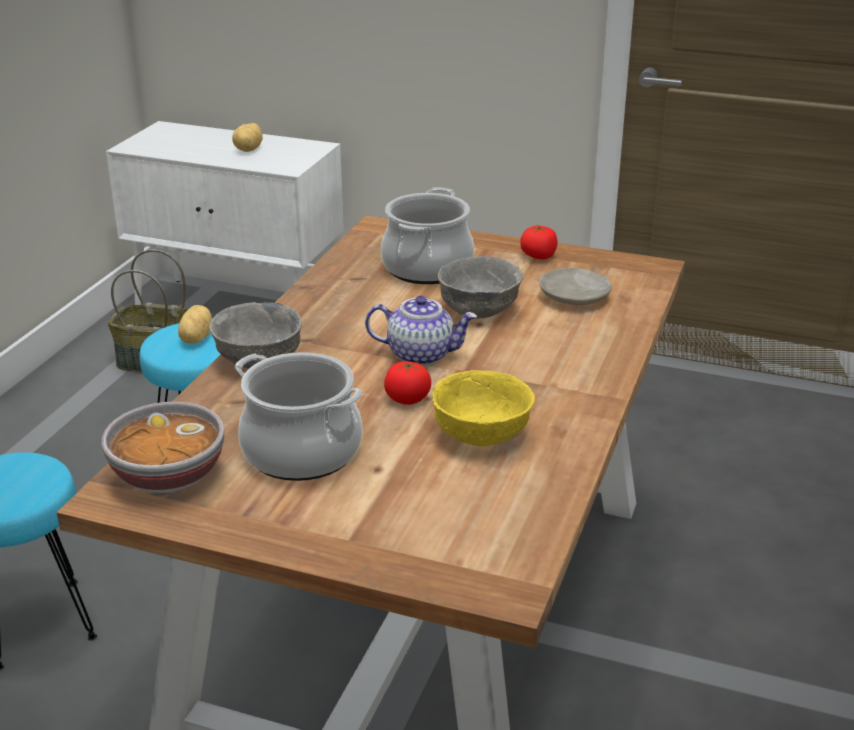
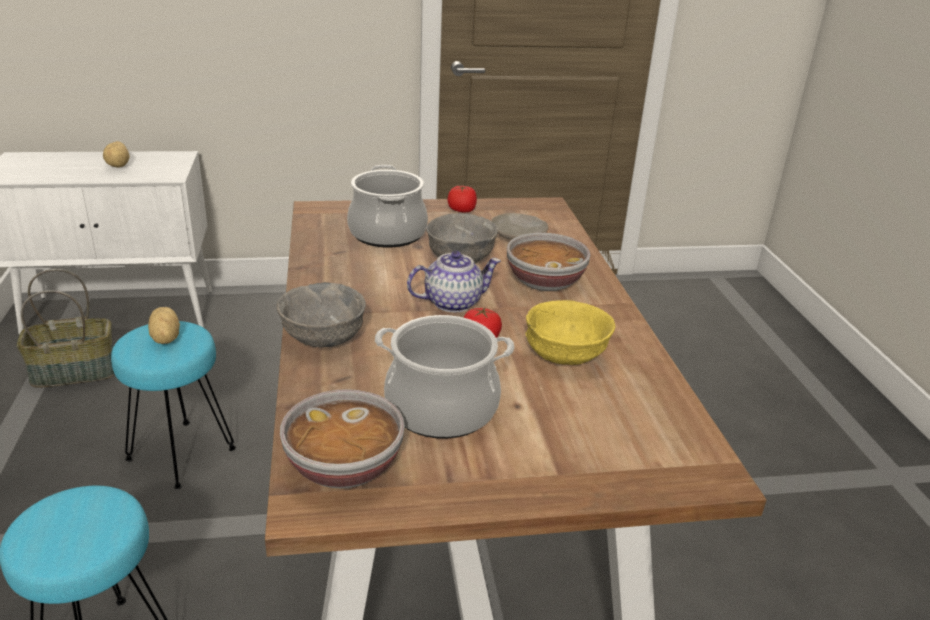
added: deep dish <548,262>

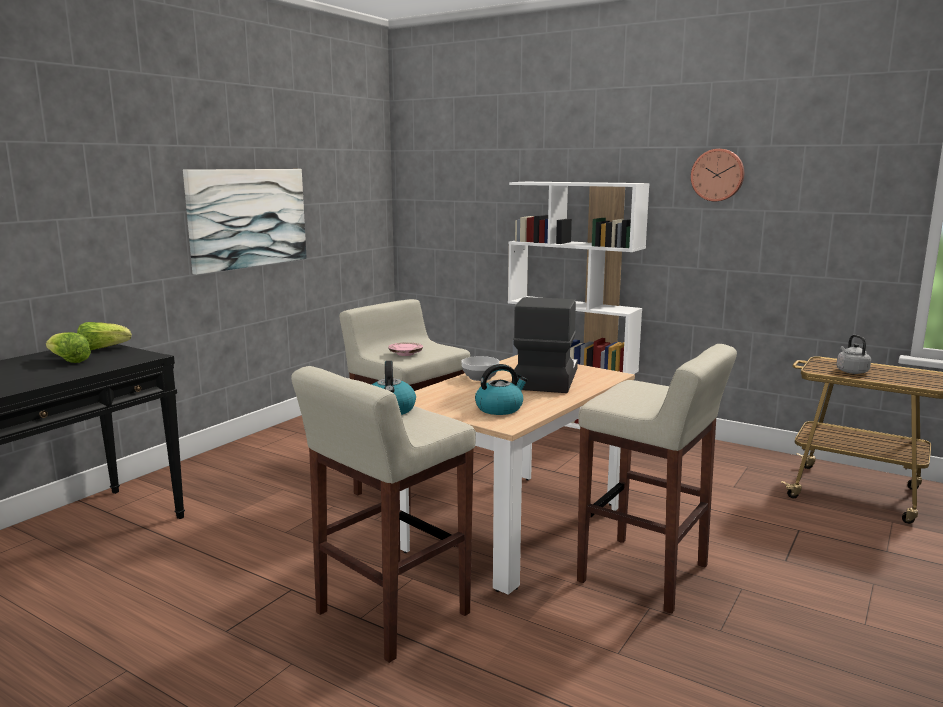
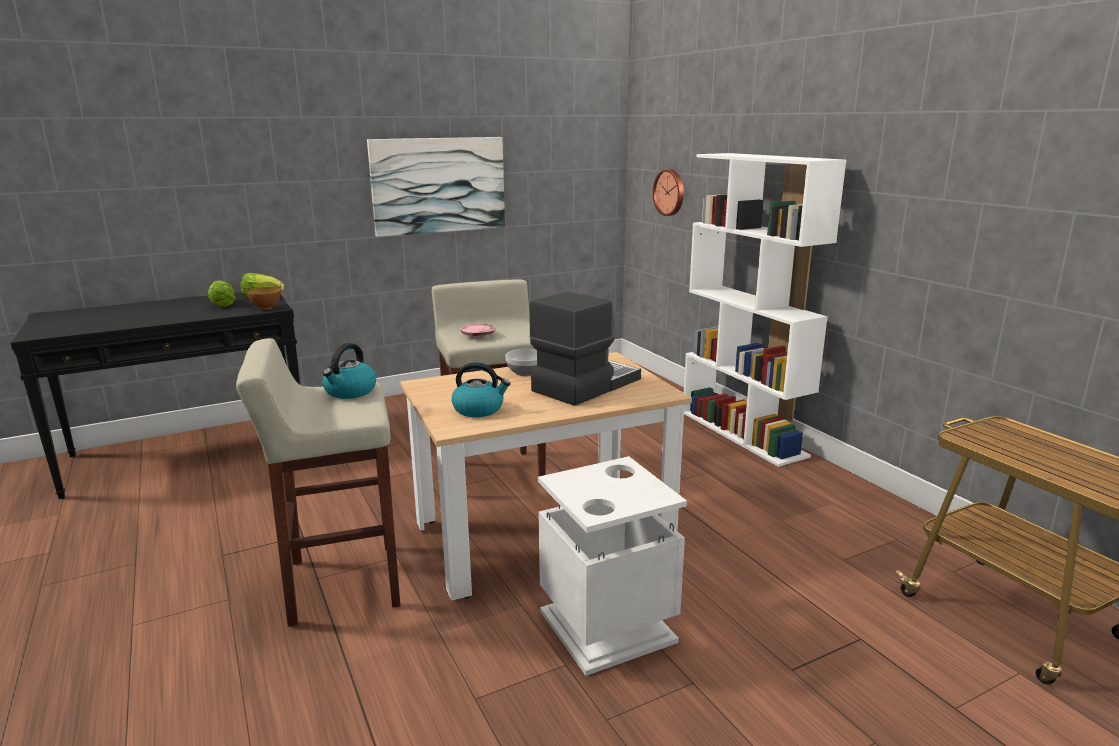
removed: water kettle/gray <853,354>
added: deep dish <264,298>
moved: clock on the wall <717,175> to <668,192>
replaced: stool seat/beige <657,478> to trash can/white-coloured <612,566>

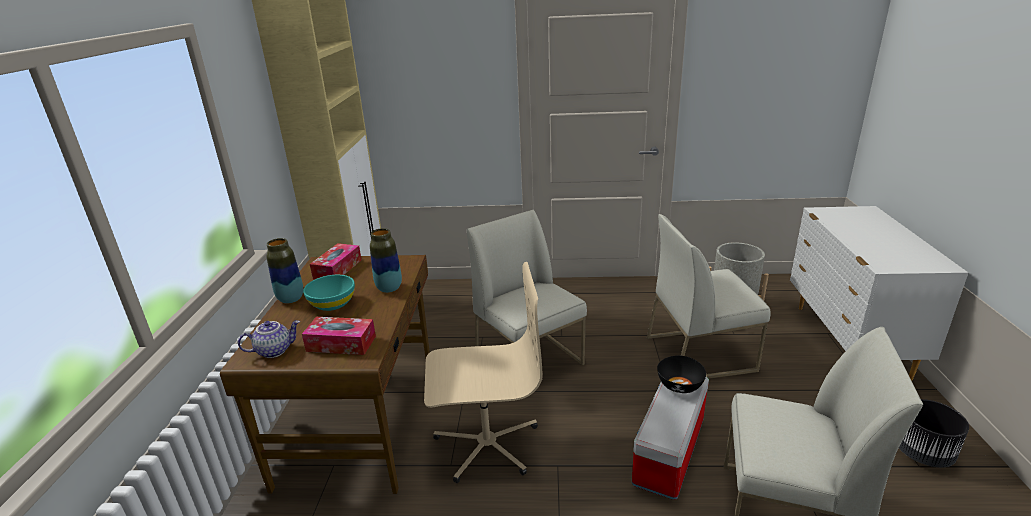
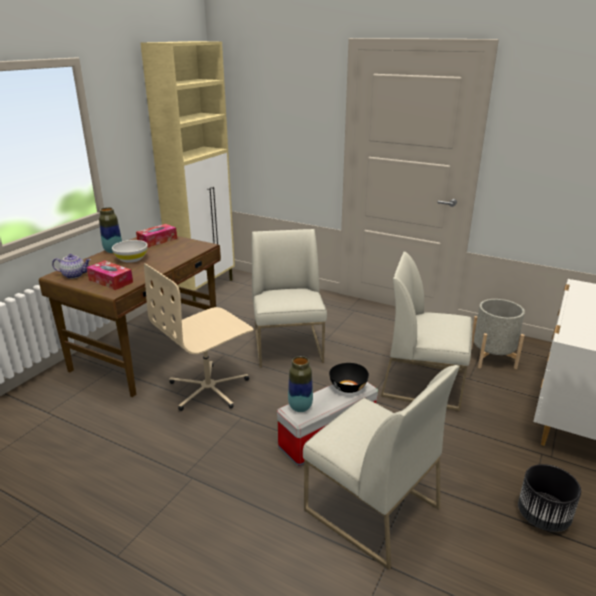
moved: flower vase <386,260> to <300,384>
recoloured: deep dish/blue-green <329,293> to deep dish/white-coloured <130,251>
turned: desk chair/beige <483,372> = <198,337> 120 degrees clockwise

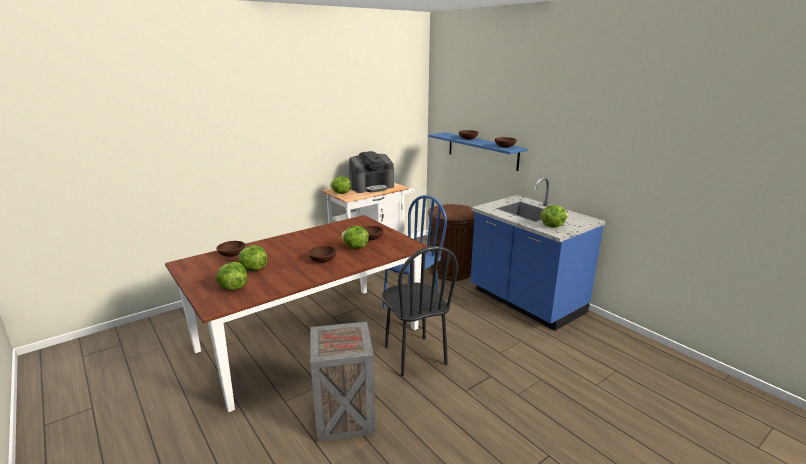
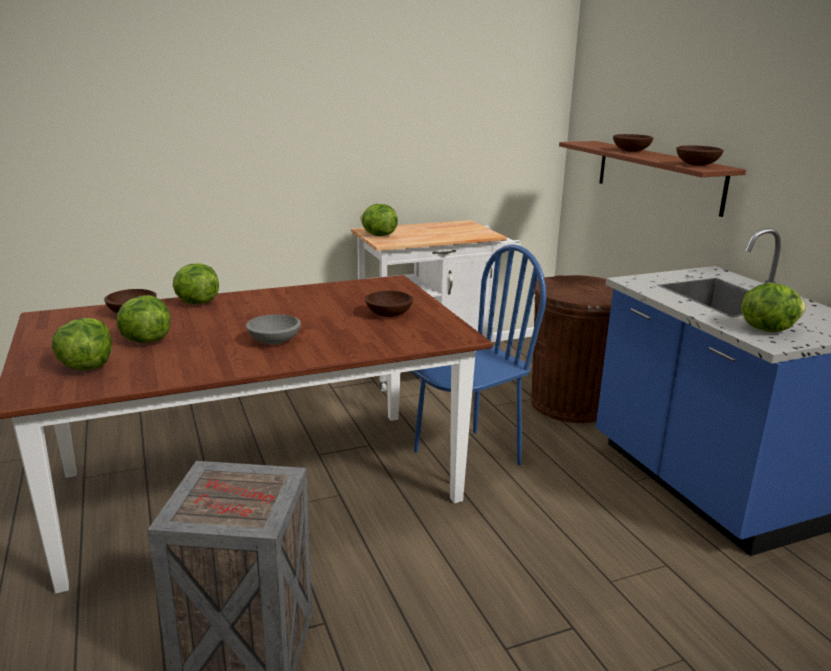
removed: coffee maker <371,172>; upright chair/black-coloured <420,311>
moved: head of lettuce <355,237> to <196,283>
recoloured: bracket shelf/bluish <478,151> to bracket shelf/brownish <652,179>; deep dish/brownish <322,254> to deep dish/gray <273,329>

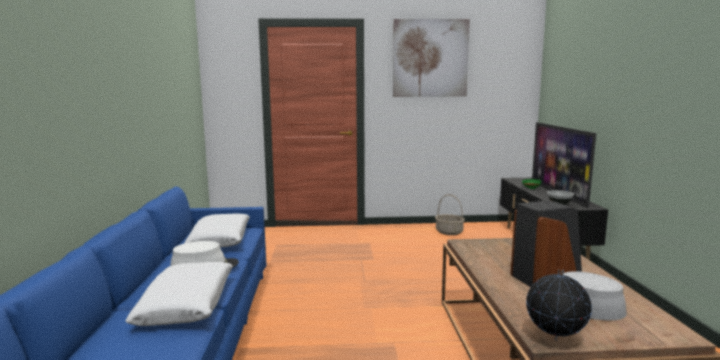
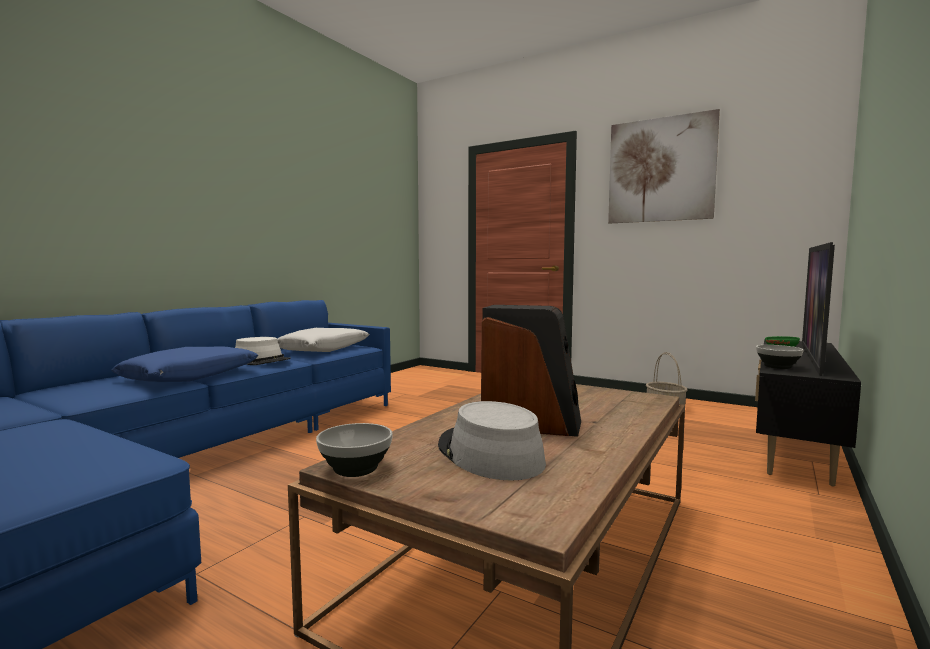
replaced: desk globe <559,305> to deep dish <354,450>
recoloured: throw pillow/white-coloured <179,294> to throw pillow/bluish <185,364>

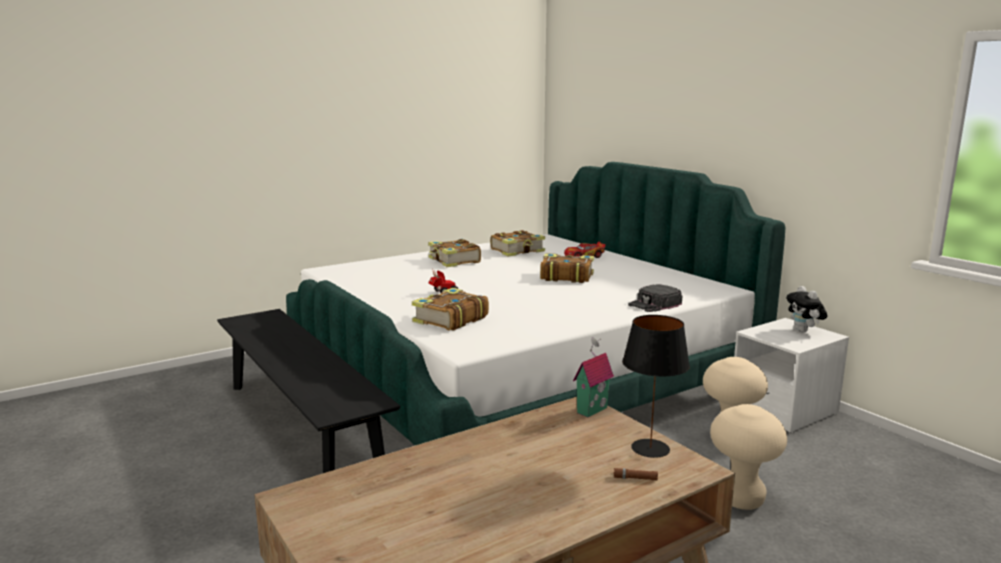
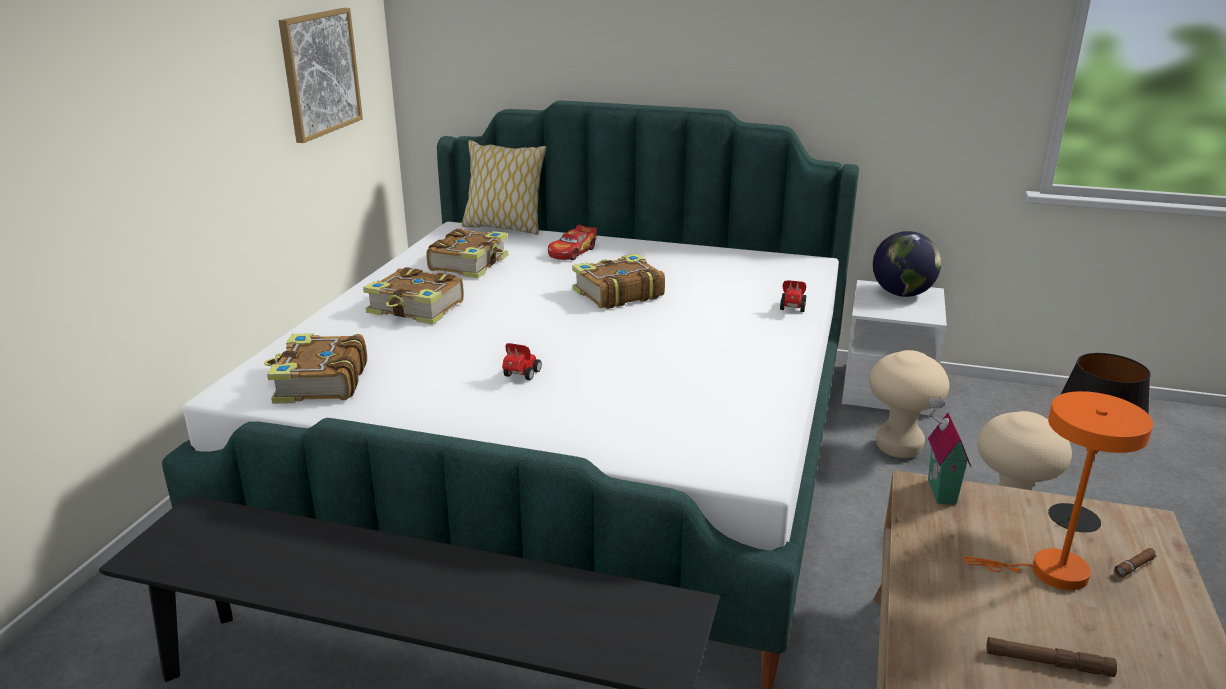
added: picture <321,75>; throw pillow <504,187>; table lamp/orange <1058,490>; hand torch/brownish <1051,657>
moved: bound book <450,309> to <315,368>
replaced: peaked cap/black-coloured <655,298> to model car <793,296>; soft toy <806,309> to desk globe <907,264>

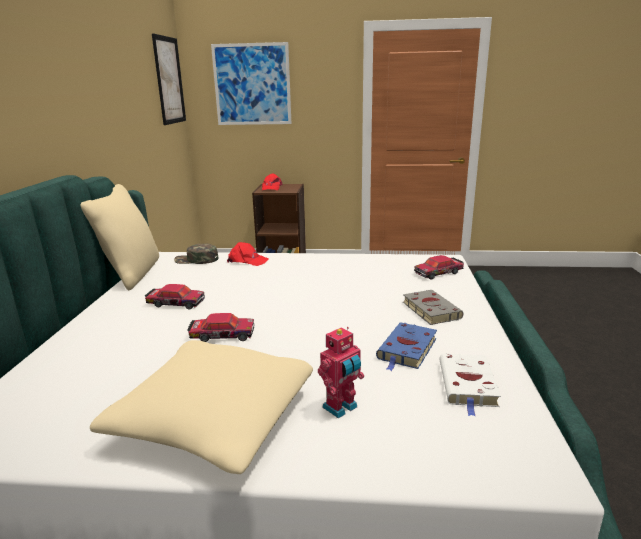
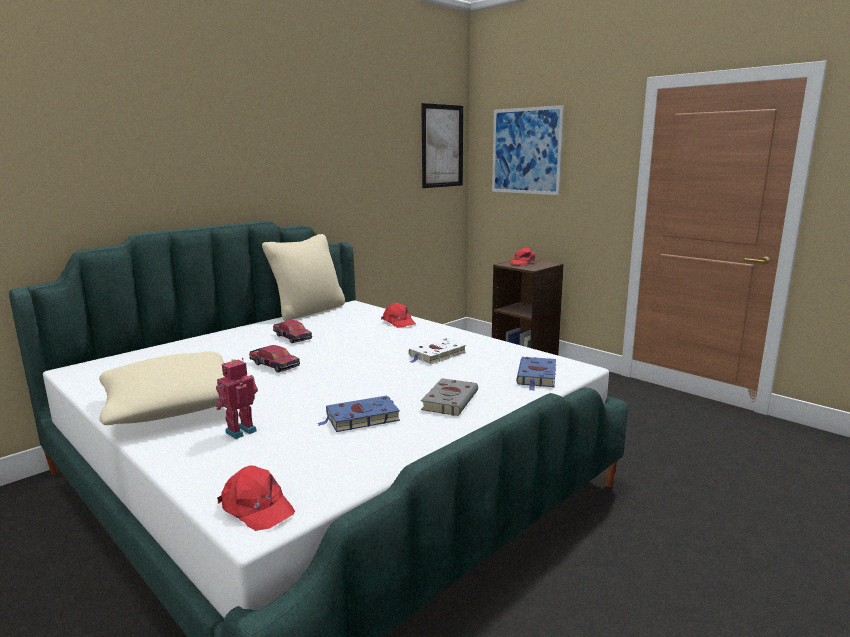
removed: peaked cap/greenish <196,253>
added: peaked cap/red <256,498>
moved: bound book/white-coloured <470,384> to <437,351>
replaced: model car <439,267> to bound book/bluish <536,374>
turned: robot figure <341,373> = <237,398> 135 degrees clockwise

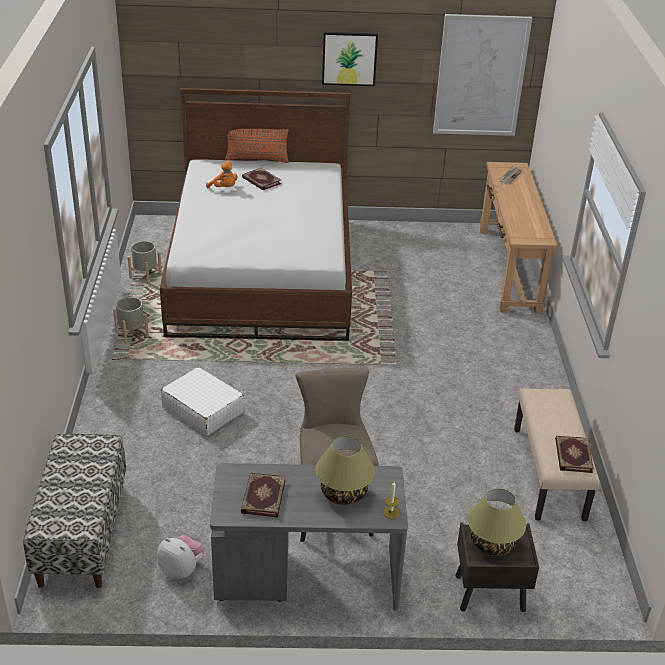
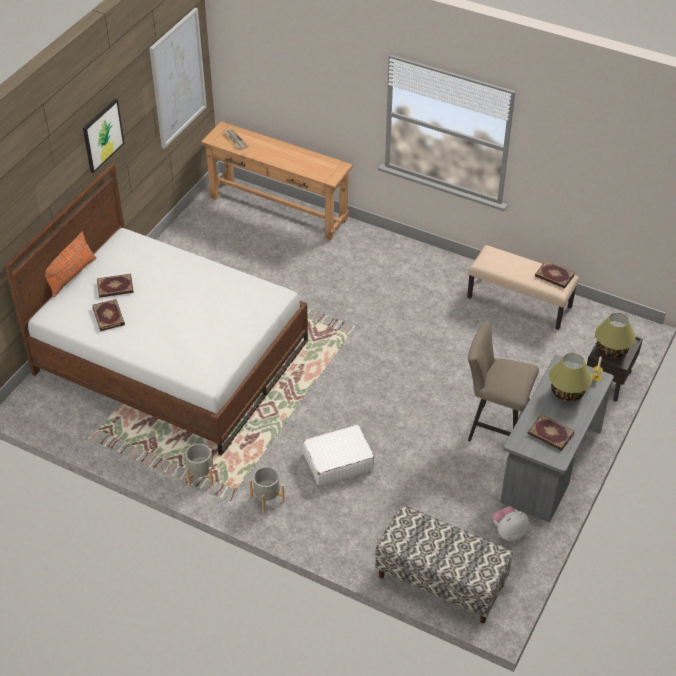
moved: flower pot/gray <145,262> to <267,490>
replaced: soft toy/orange <221,174> to bound book <108,315>

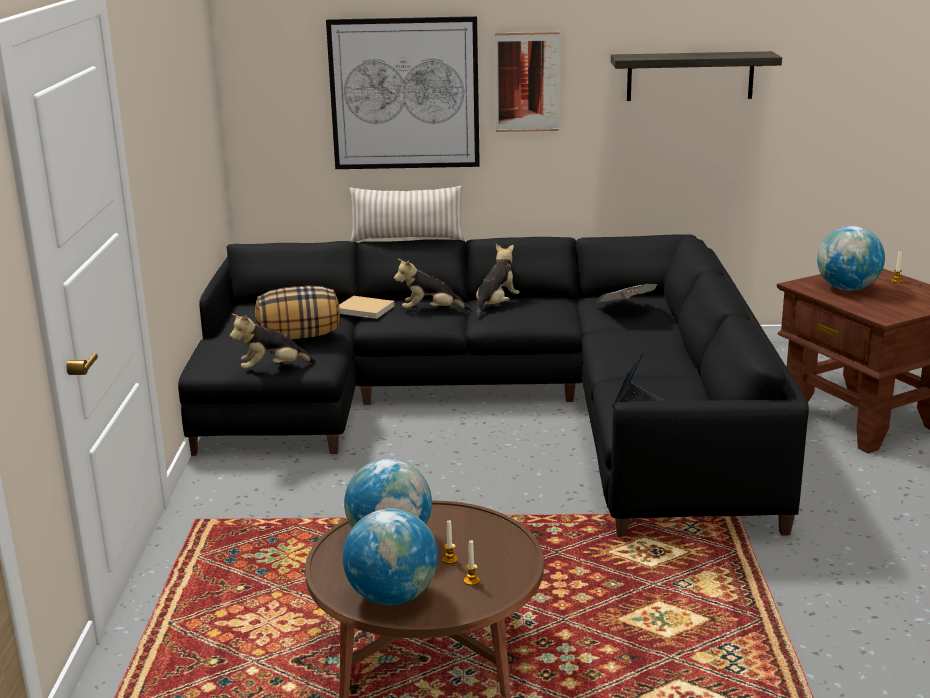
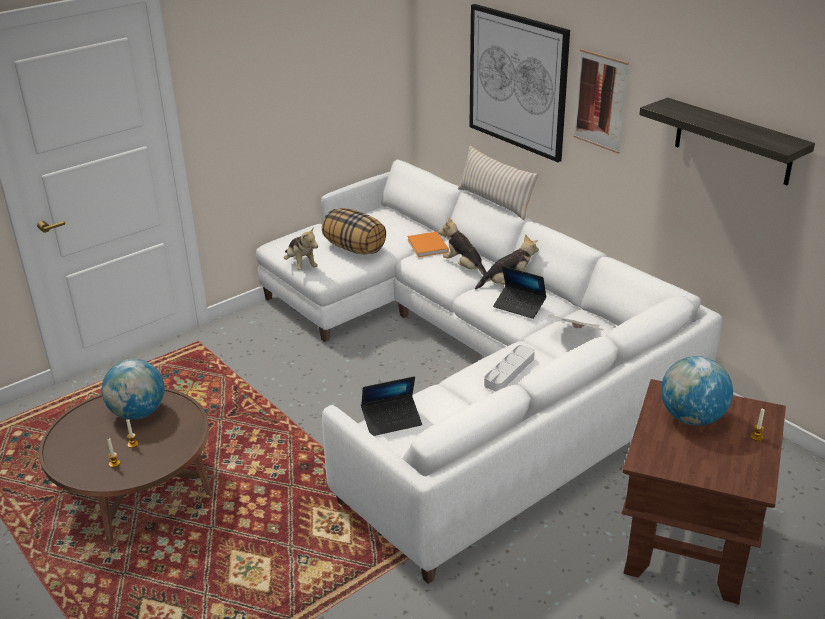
removed: desk globe <390,557>
added: laptop <520,292>; tray/gray <509,368>
recoloured: settee/black-coloured <493,385> to settee/white-coloured <489,372>; bound book/beige <367,307> to bound book/orange <428,244>
turned: soft toy <273,341> = <301,248> 150 degrees counterclockwise

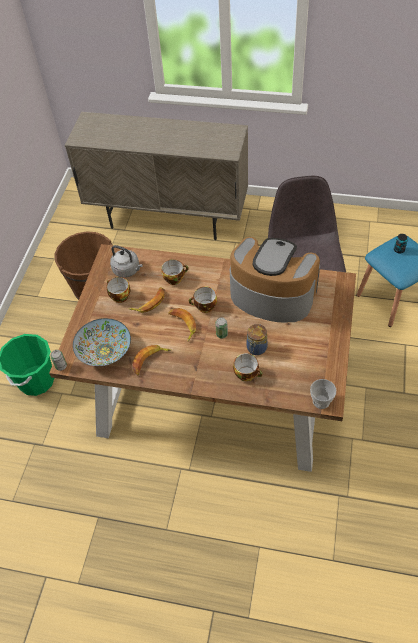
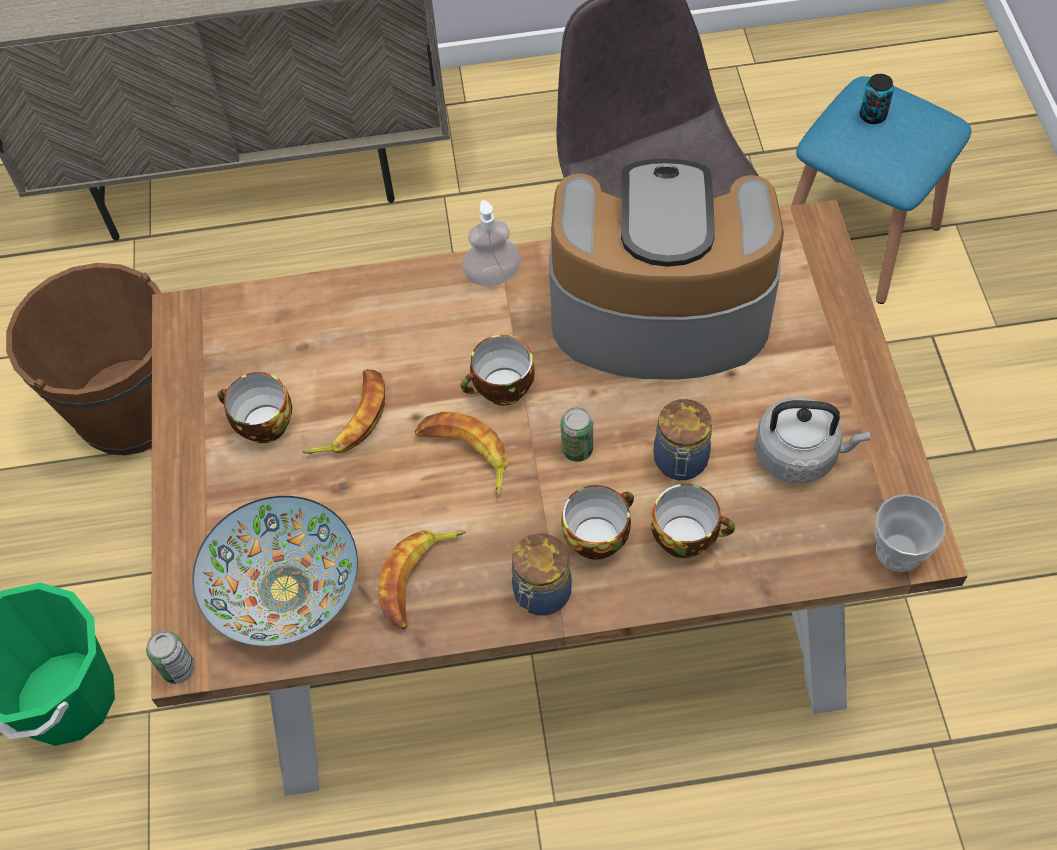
added: soap dispenser <491,243>; storage jar <542,574>
moved: water kettle/gray <126,261> to <812,440>; cup <175,272> to <597,522>

